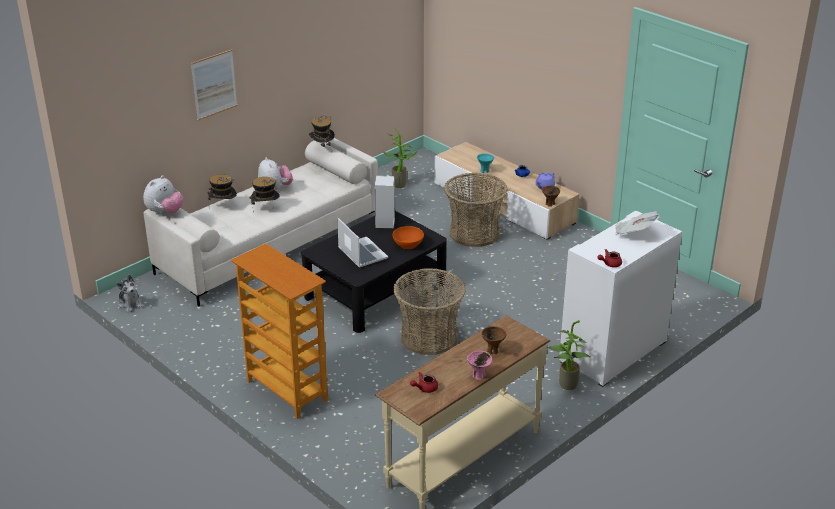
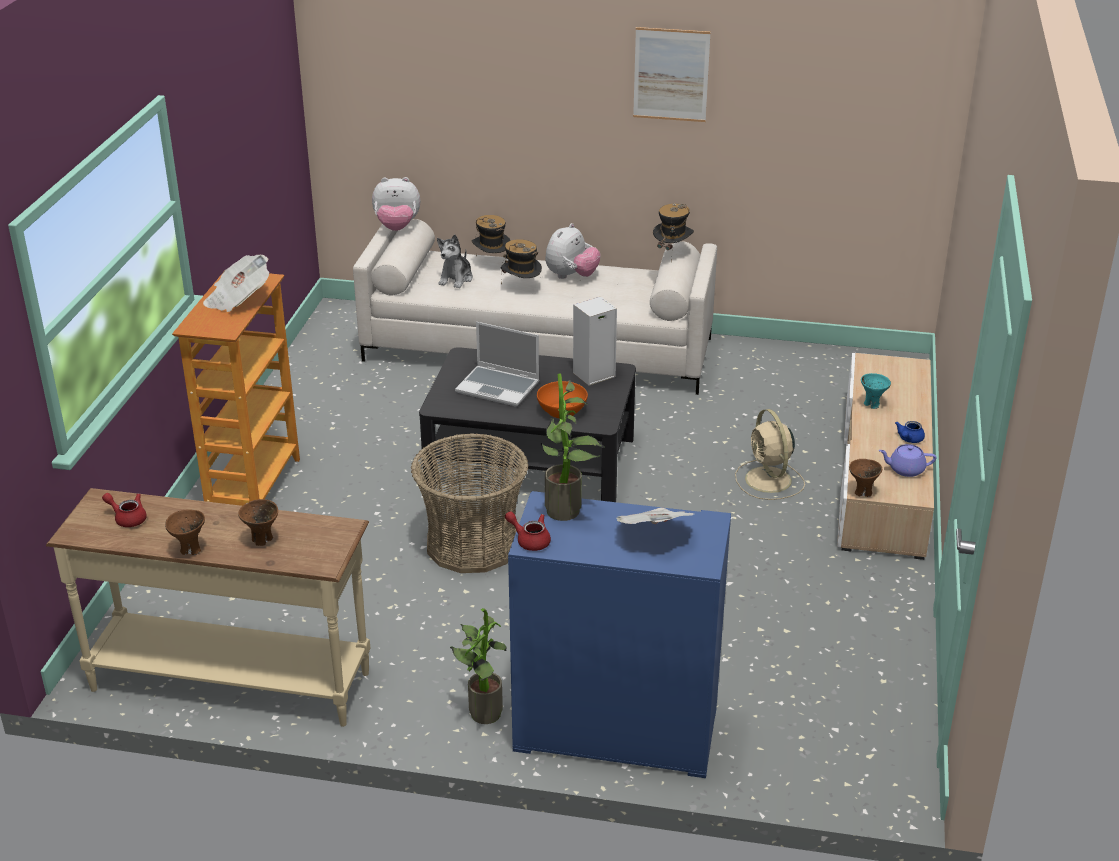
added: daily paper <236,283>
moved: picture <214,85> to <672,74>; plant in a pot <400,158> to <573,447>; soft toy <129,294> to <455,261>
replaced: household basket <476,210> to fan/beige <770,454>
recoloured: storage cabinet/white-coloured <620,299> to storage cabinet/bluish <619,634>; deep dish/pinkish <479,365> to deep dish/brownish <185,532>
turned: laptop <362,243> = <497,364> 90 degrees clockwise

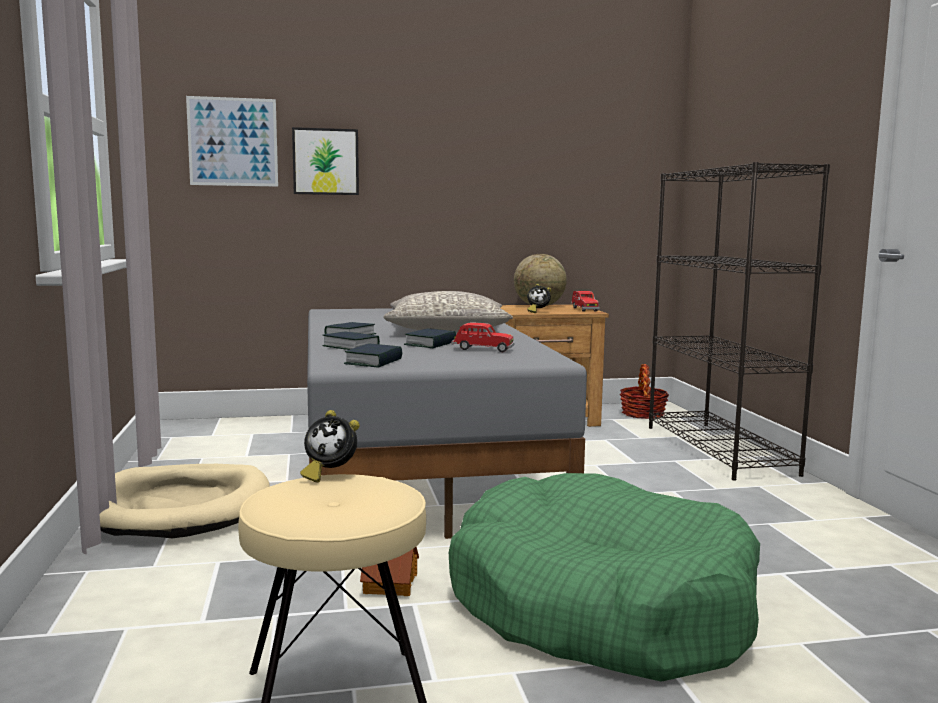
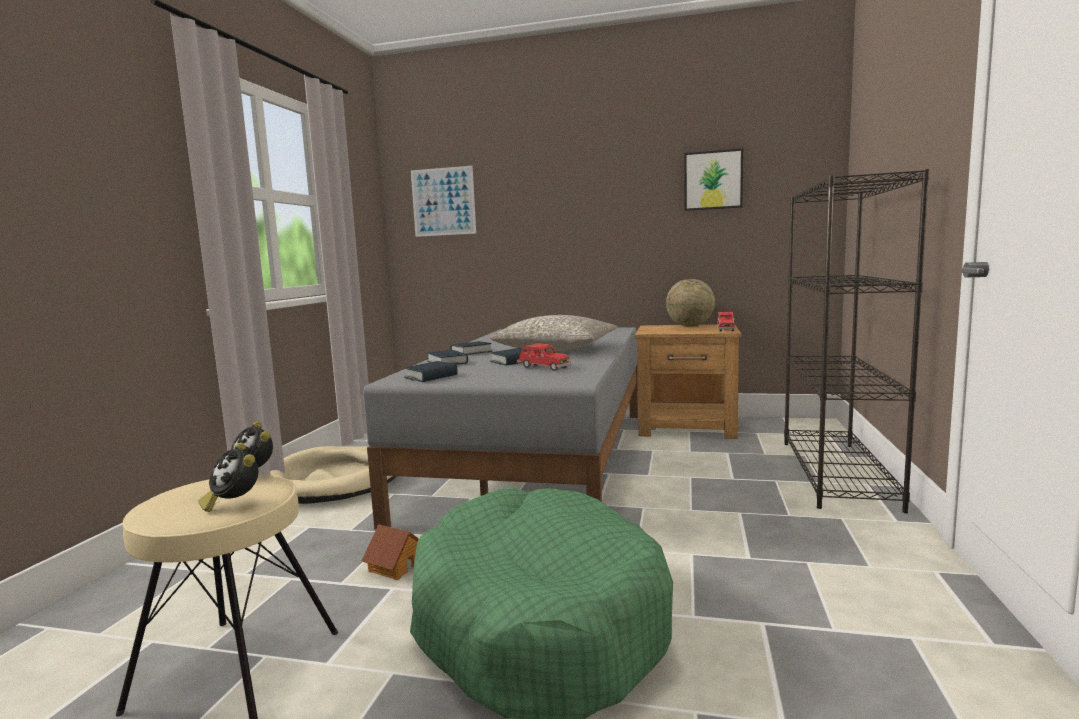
removed: household basket <644,391>
moved: picture <325,161> to <713,180>; table clock <539,298> to <228,477>

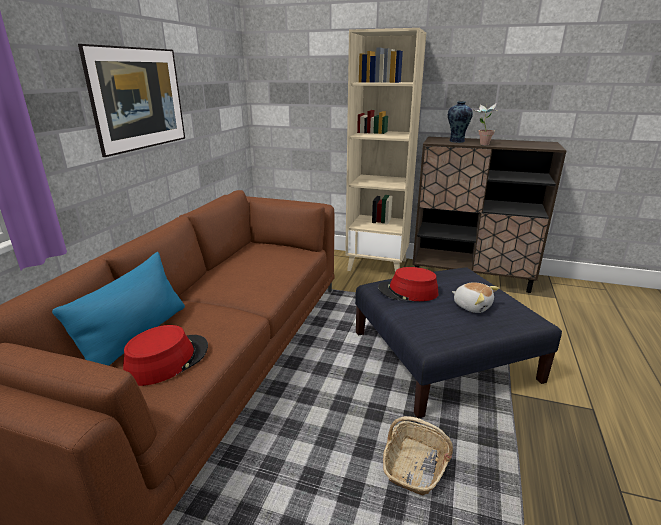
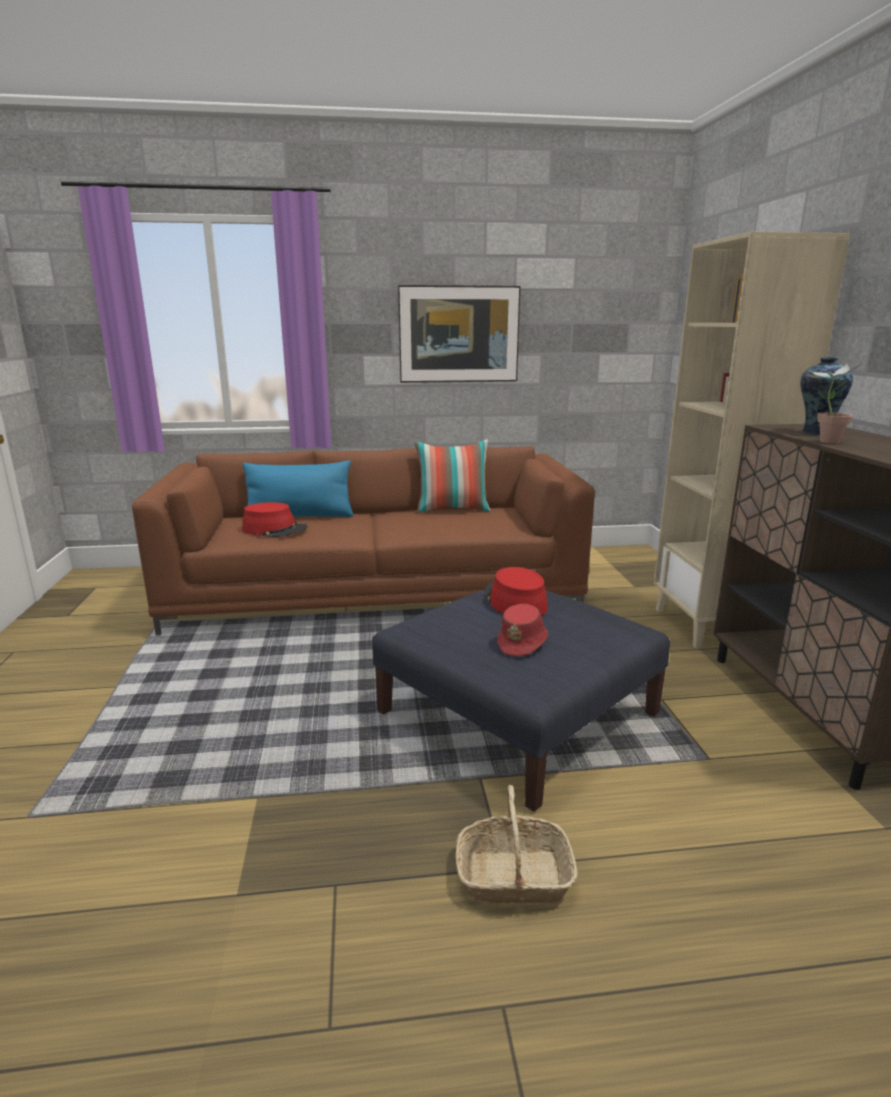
added: throw pillow <452,476>
moved: household basket <418,455> to <516,844>
replaced: soft toy <475,297> to wearable hat/red <522,630>

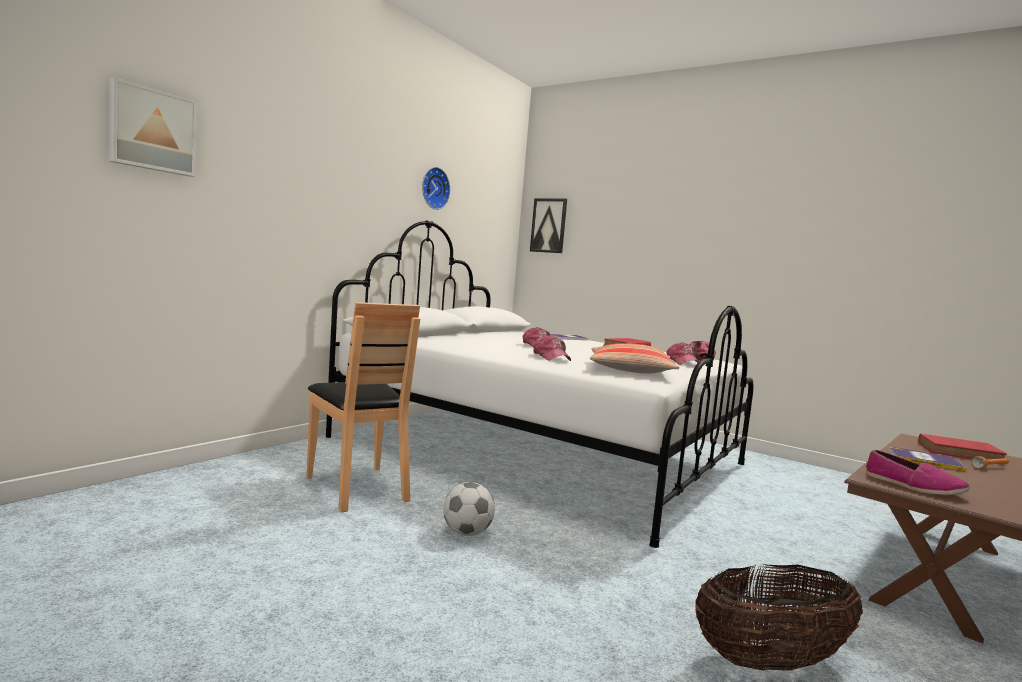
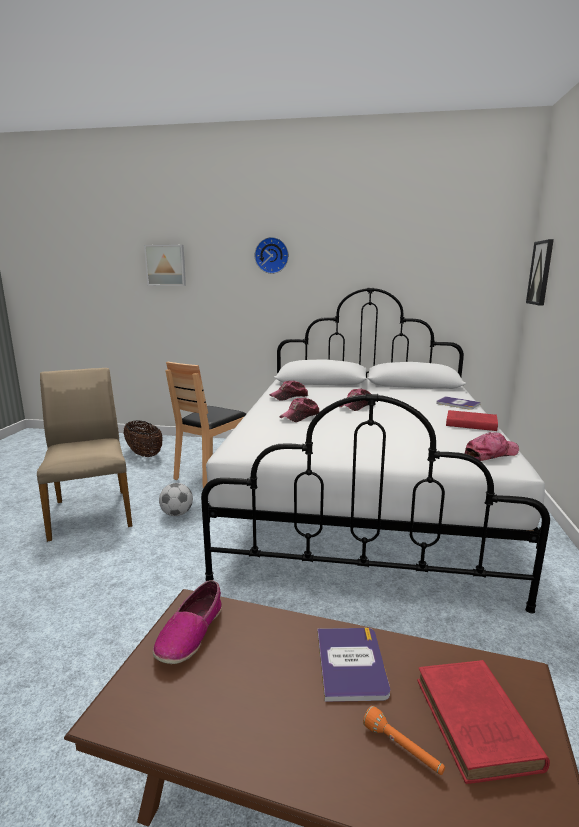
removed: throw pillow <634,358>
added: upright chair/beige <84,455>
moved: clock on the wall <436,188> to <272,255>; peaked cap <683,353> to <288,391>; household basket <779,617> to <143,439>

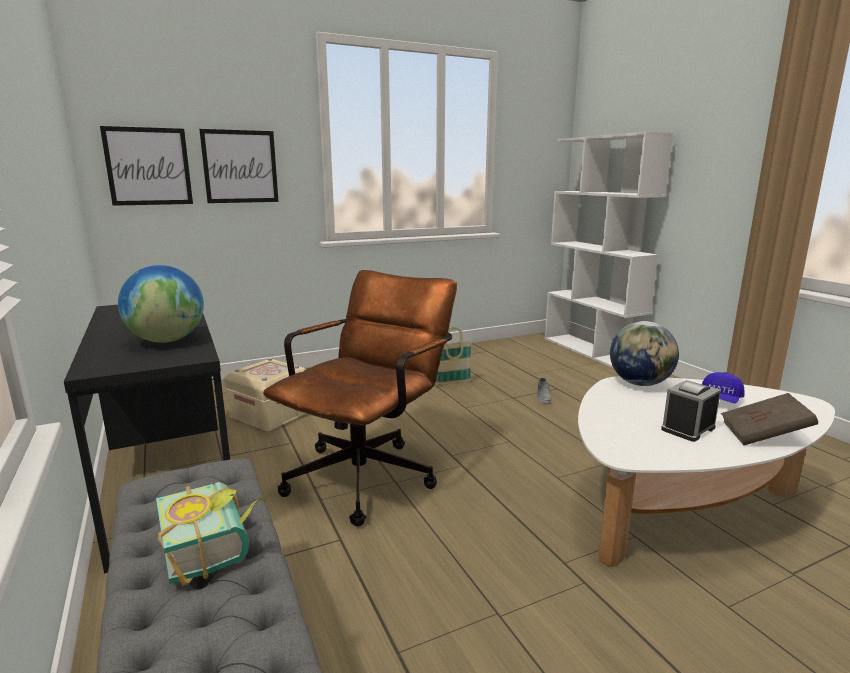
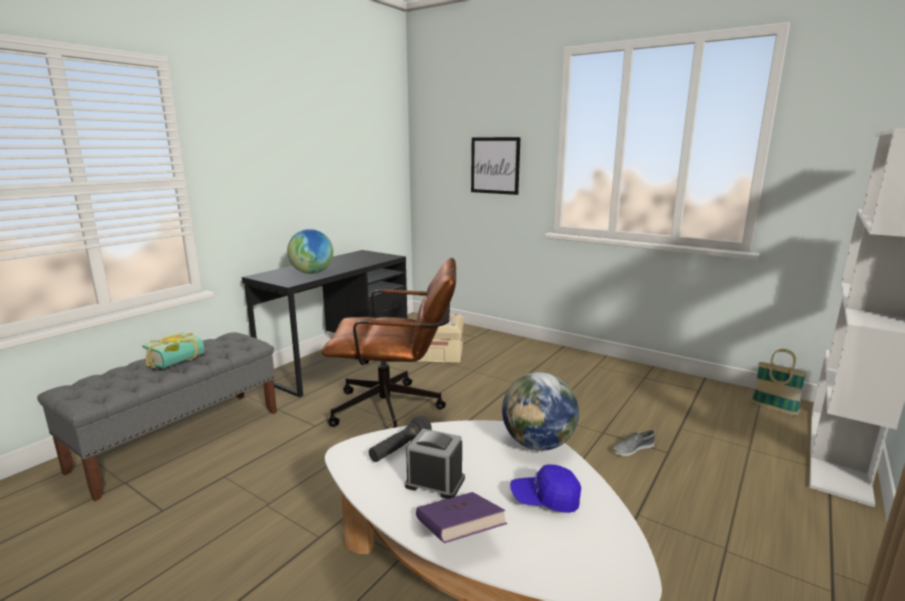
removed: picture <146,166>
added: hand torch/black-coloured <400,439>
moved: household basket <453,356> to <779,382>
recoloured: bound book/brownish <769,419> to bound book/purple-coloured <461,517>

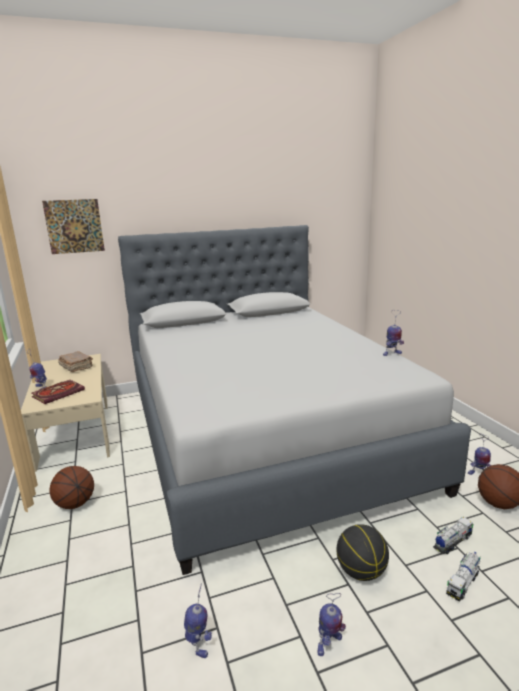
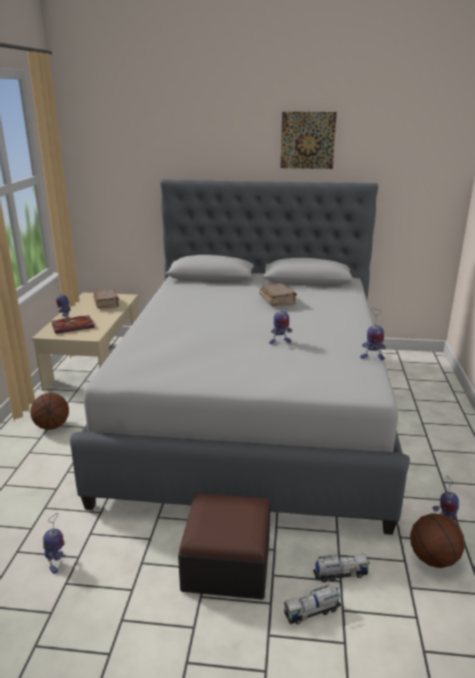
added: bound book/brownish <278,295>
moved: picture <73,226> to <308,140>; robot figure <332,624> to <280,319>
replaced: basketball <362,552> to pouffe <224,546>

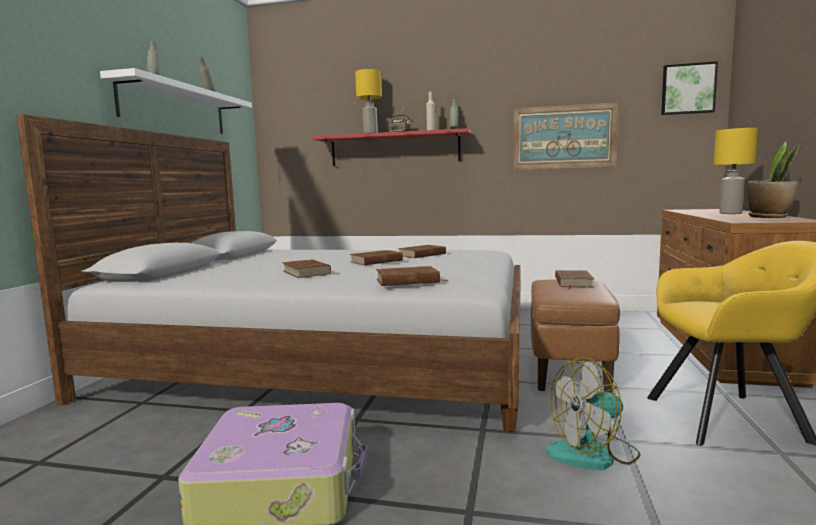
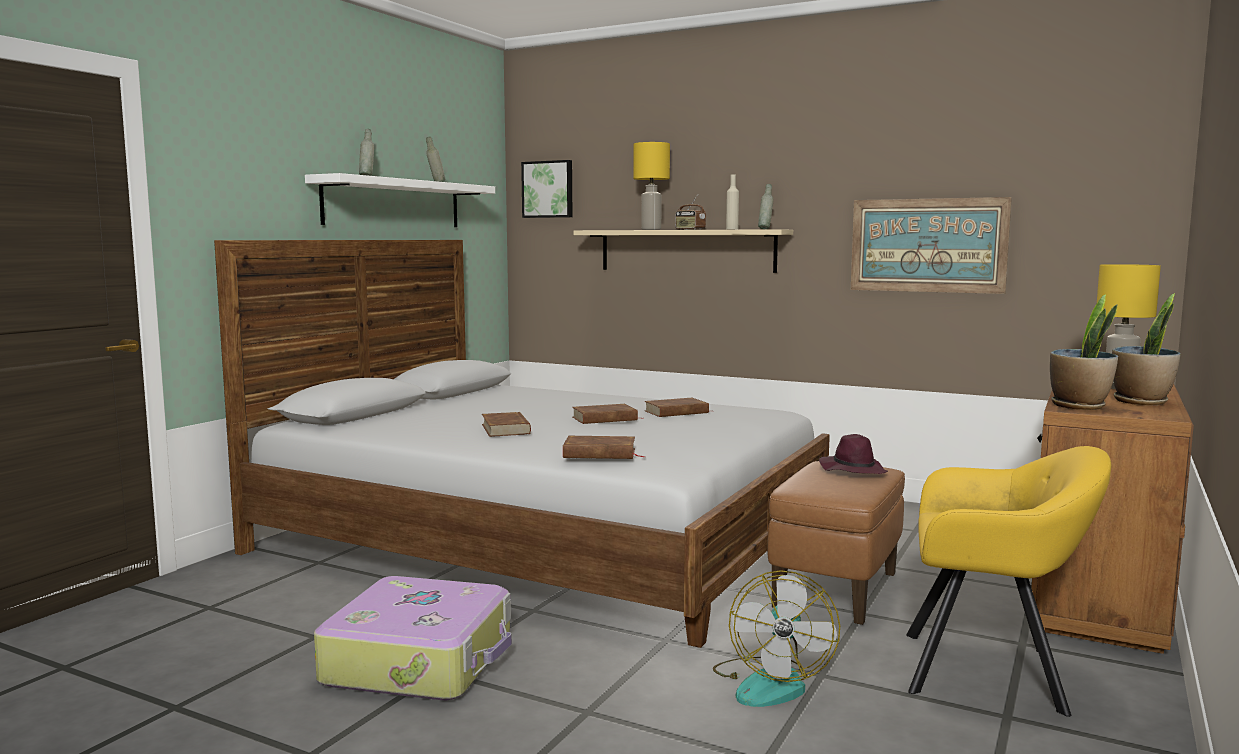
added: plant in a pot <1084,352>
moved: picture <689,88> to <546,189>
replaced: bound book/brownish <574,279> to wearable hat/purple-coloured <853,454>
recoloured: bracket shelf/red <392,147> to bracket shelf/beige <683,251>
turned: fan <593,413> = <776,638> 75 degrees counterclockwise

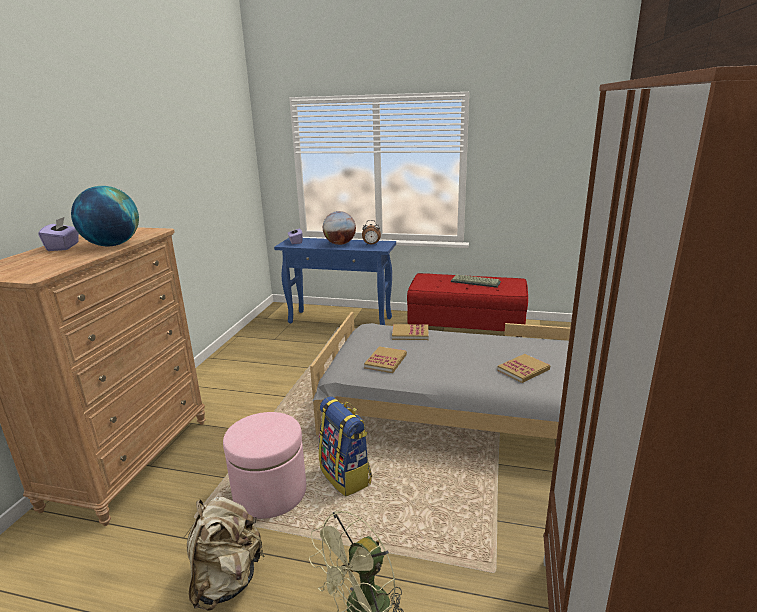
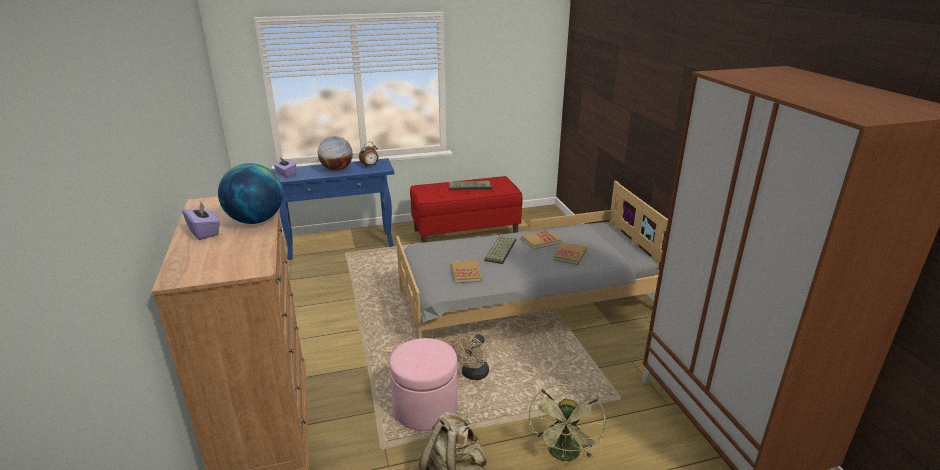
added: computer keyboard <500,249>
moved: bound book <410,332> to <541,240>
replaced: backpack <345,446> to fan/beige <471,357>

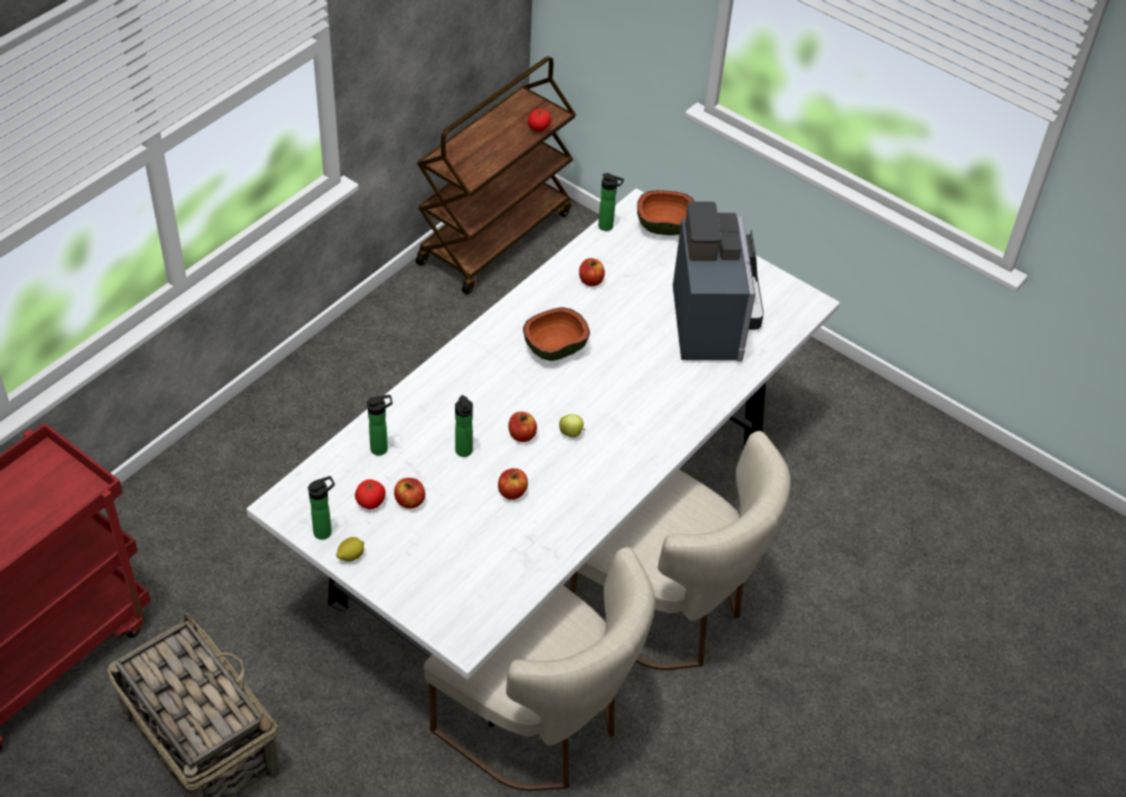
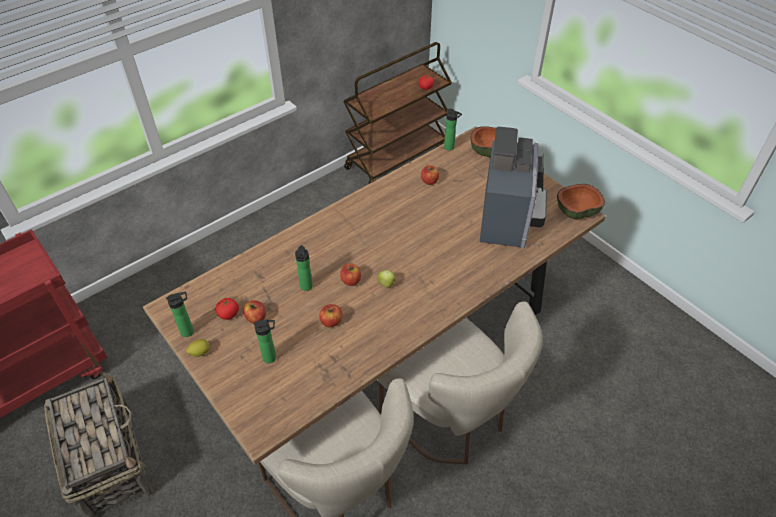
moved: deep dish <556,334> to <581,201>; beverage bottle <380,425> to <265,341>
recoloured: kitchen table/white-coloured <543,458> to kitchen table/brownish <374,295>

